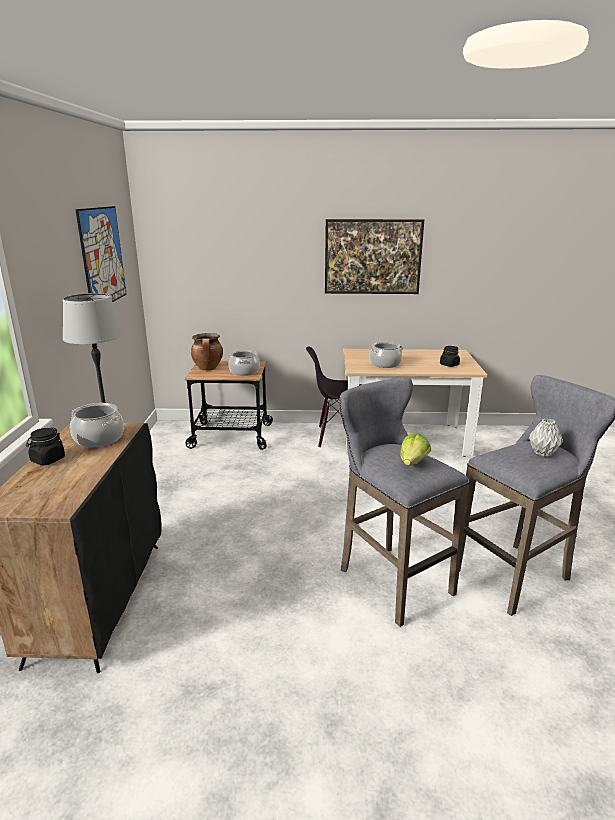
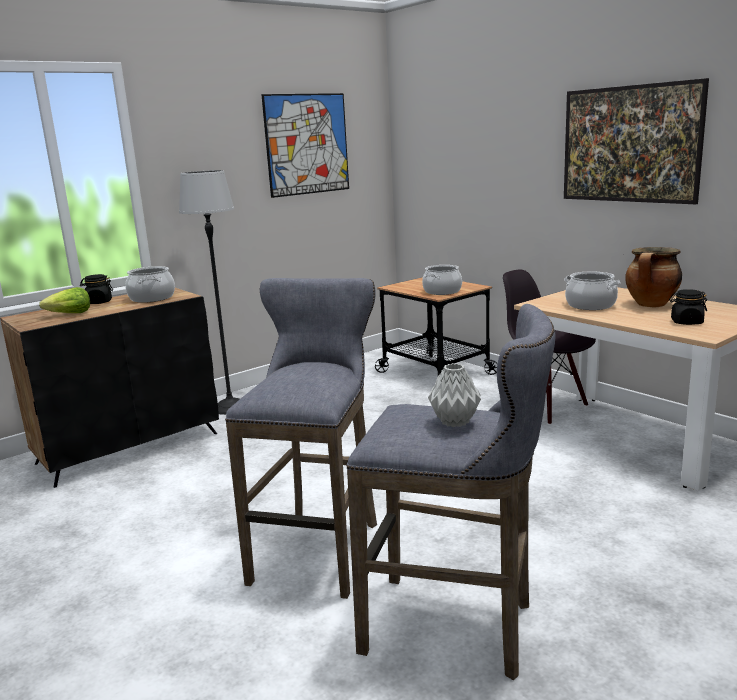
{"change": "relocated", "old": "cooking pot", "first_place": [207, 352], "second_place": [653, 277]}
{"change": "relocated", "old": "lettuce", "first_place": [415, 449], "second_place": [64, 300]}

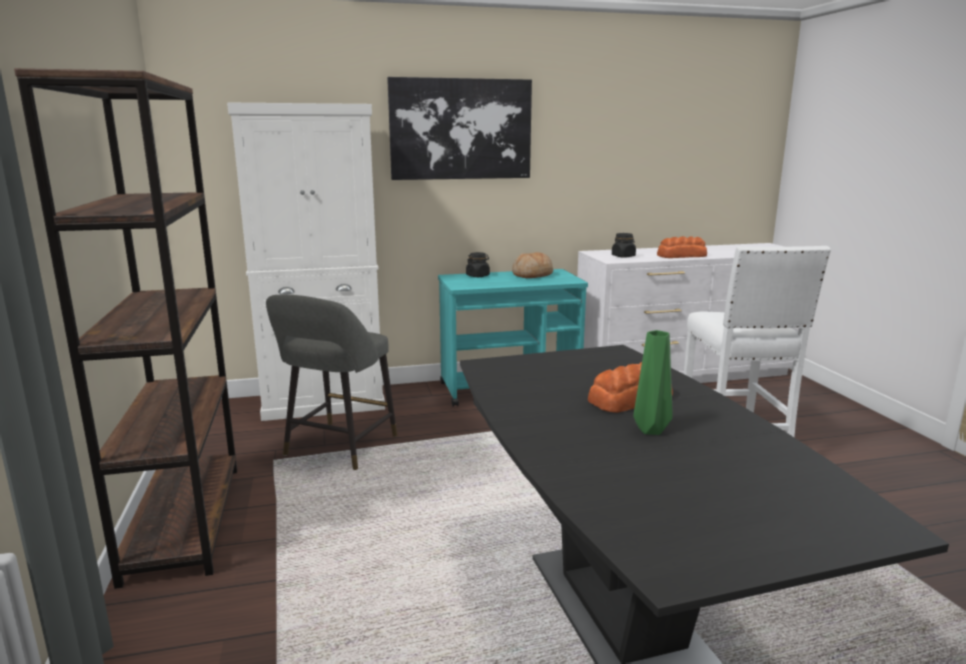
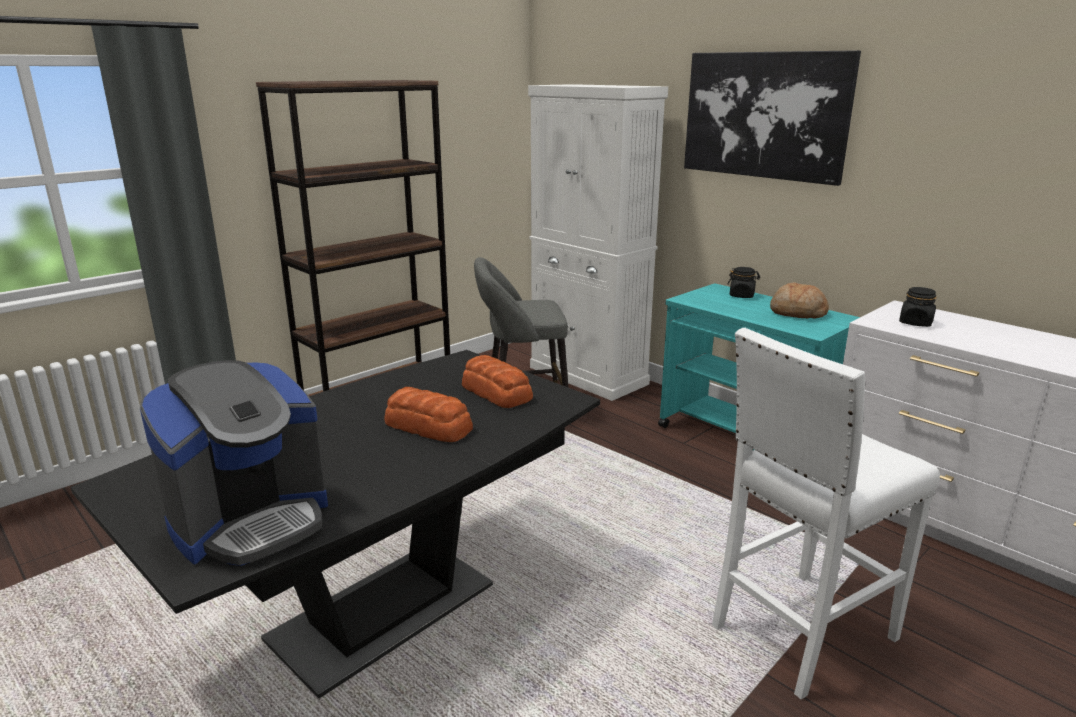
{"change": "relocated", "old": "bread", "first_place": [682, 247], "second_place": [497, 381]}
{"change": "missing", "old": "vase/green", "first_place": [653, 382]}
{"change": "appeared", "new": "coffee machine", "second_place": [234, 463]}

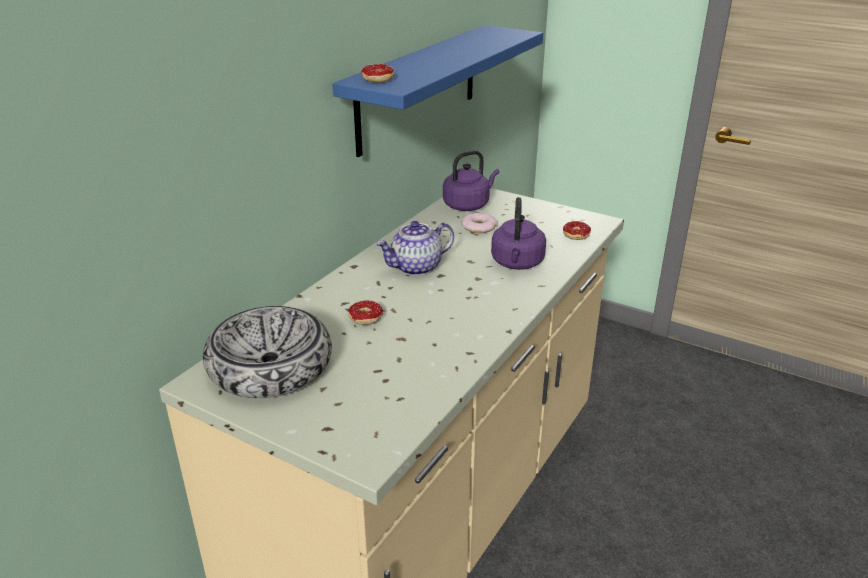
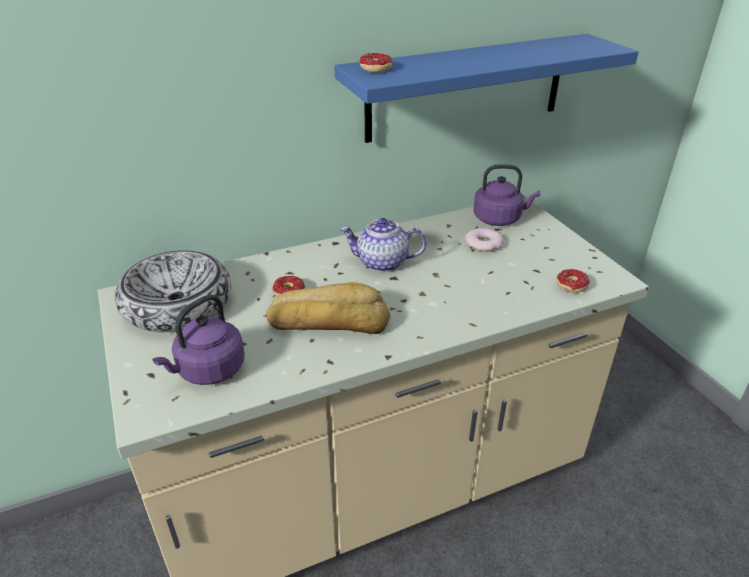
{"change": "relocated", "old": "kettle/purple", "first_place": [518, 233], "second_place": [199, 340]}
{"change": "appeared", "new": "bread", "second_place": [328, 308]}

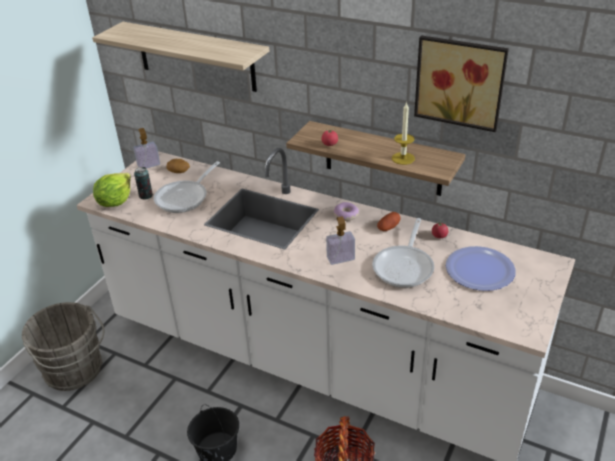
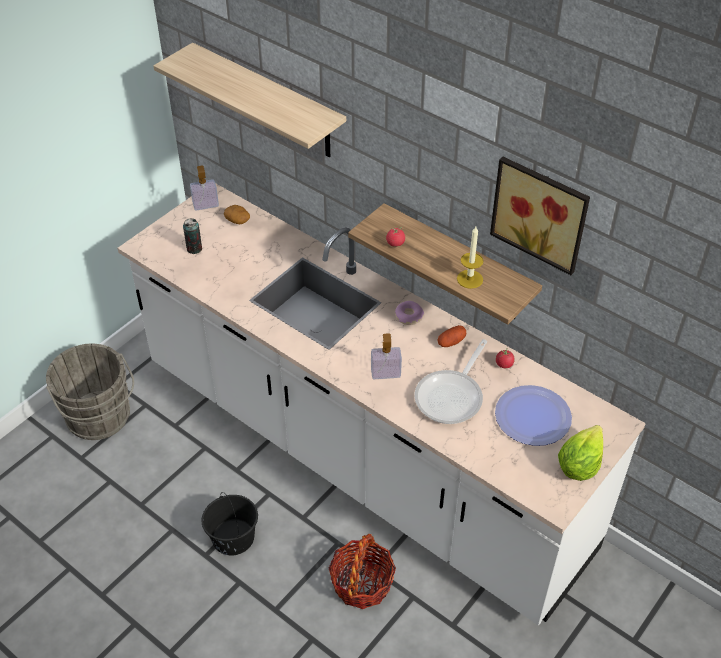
{"change": "missing", "old": "frying pan", "first_place": [187, 187]}
{"change": "relocated", "old": "lettuce", "first_place": [112, 190], "second_place": [580, 453]}

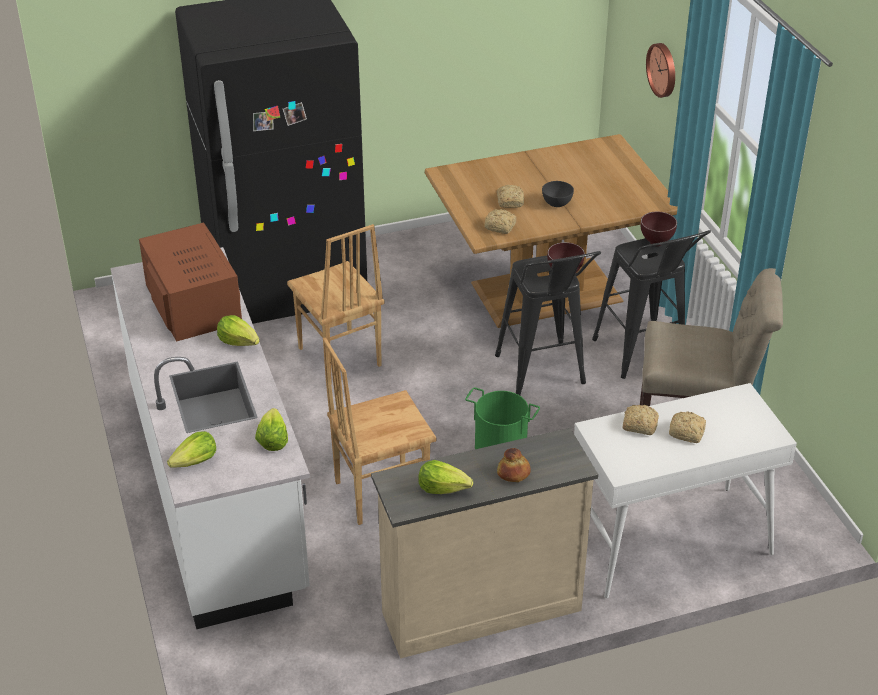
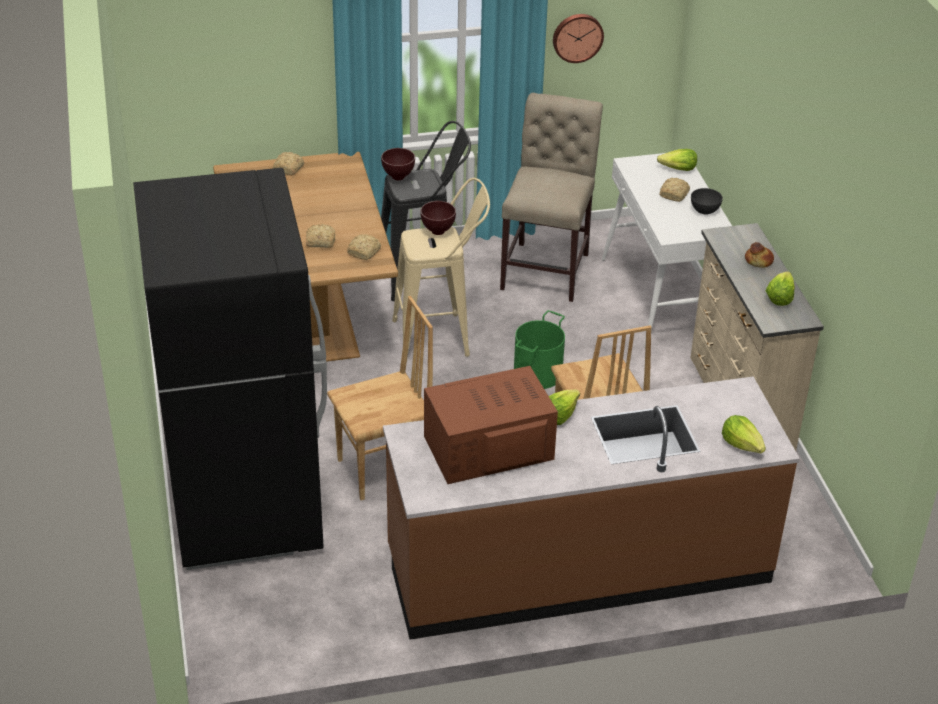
{"change": "relocated", "old": "wall clock", "first_place": [660, 70], "second_place": [578, 38]}
{"change": "relocated", "old": "bowl/grey", "first_place": [558, 194], "second_place": [707, 201]}
{"change": "colour", "old": "counter/white", "new": "counter/brown", "first_place": [210, 438], "second_place": [591, 508]}
{"change": "colour", "old": "stool/black", "new": "stool/beige", "first_place": [548, 323], "second_place": [441, 270]}
{"change": "relocated", "old": "bread", "first_place": [640, 420], "second_place": [288, 164]}
{"change": "relocated", "old": "lettuce", "first_place": [271, 429], "second_place": [677, 160]}

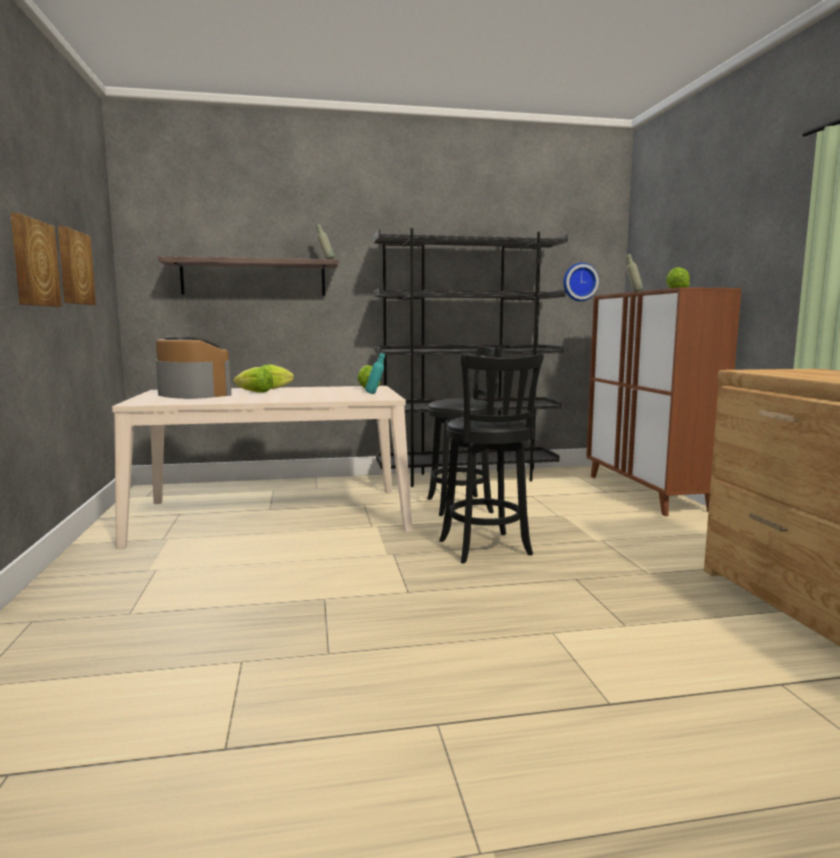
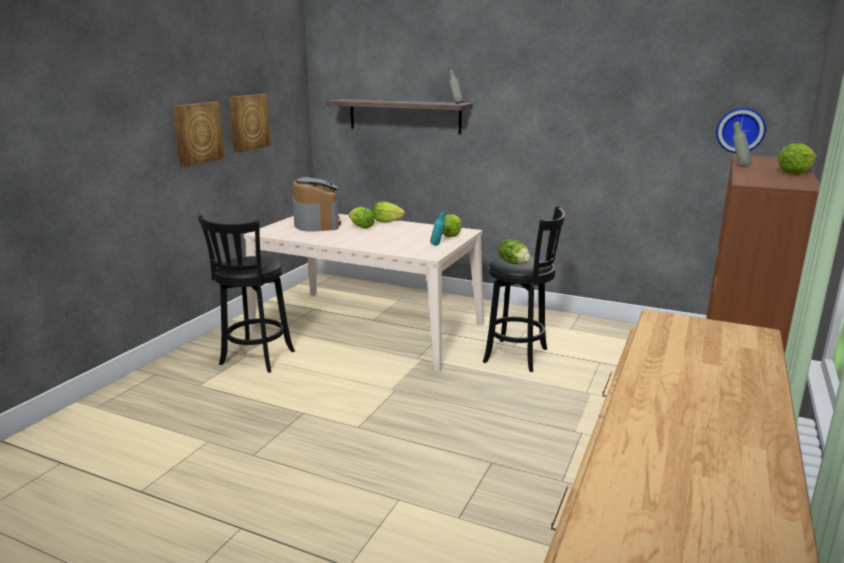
{"change": "missing", "old": "bookcase/black", "first_place": [470, 357]}
{"change": "relocated", "old": "stool/black", "first_place": [491, 458], "second_place": [246, 294]}
{"change": "appeared", "new": "lettuce", "second_place": [514, 251]}

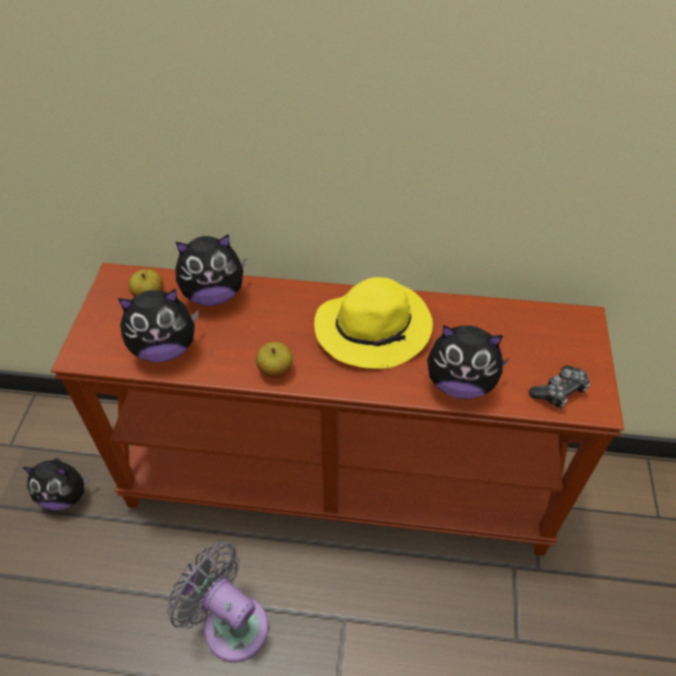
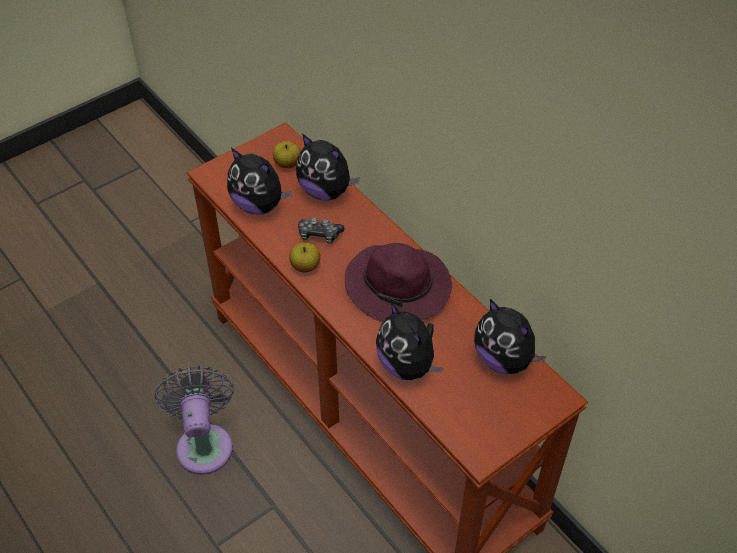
{"change": "colour", "old": "hat/yellow", "new": "hat/purple", "first_place": [373, 323], "second_place": [398, 282]}
{"change": "relocated", "old": "game controller", "first_place": [559, 387], "second_place": [321, 230]}
{"change": "relocated", "old": "plush toy", "first_place": [57, 484], "second_place": [510, 336]}

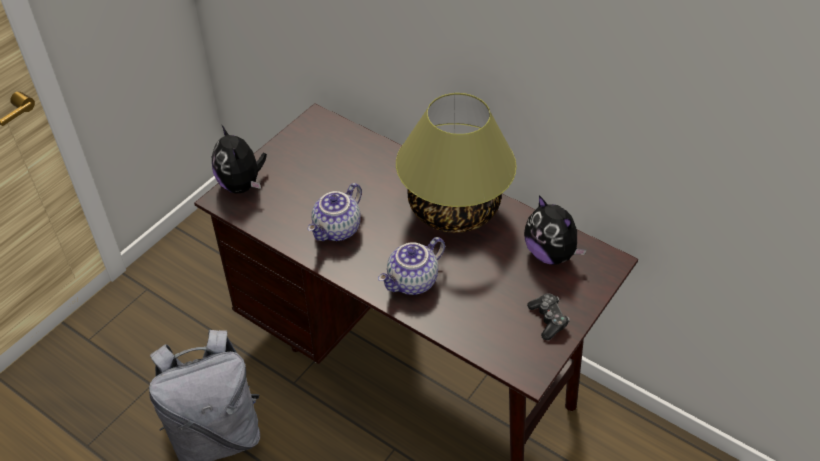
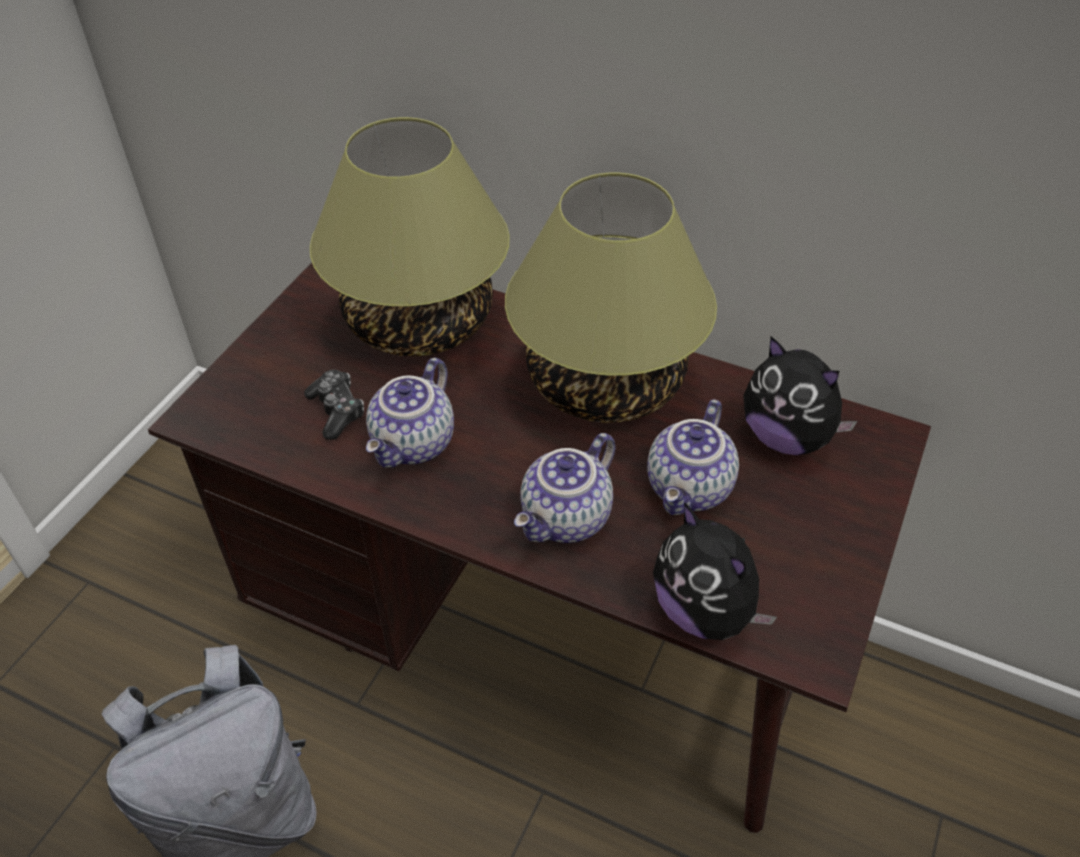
{"change": "relocated", "old": "plush toy", "first_place": [239, 159], "second_place": [715, 571]}
{"change": "relocated", "old": "game controller", "first_place": [548, 316], "second_place": [334, 405]}
{"change": "appeared", "new": "table lamp", "second_place": [410, 236]}
{"change": "appeared", "new": "teapot", "second_place": [693, 457]}

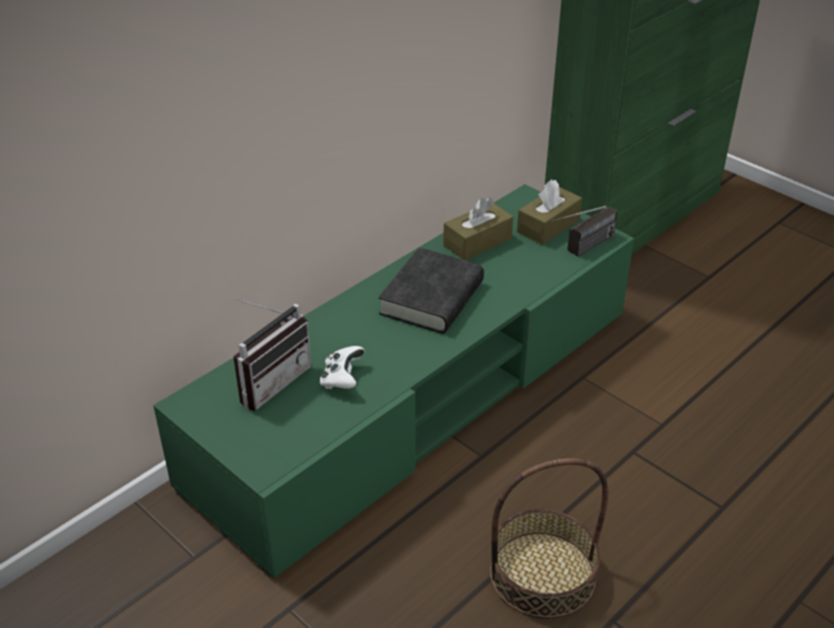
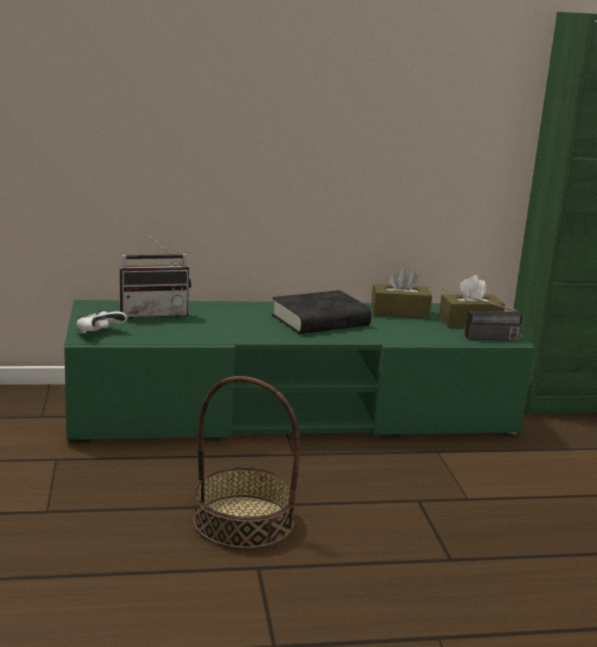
{"change": "relocated", "old": "game controller/white", "first_place": [342, 367], "second_place": [101, 321]}

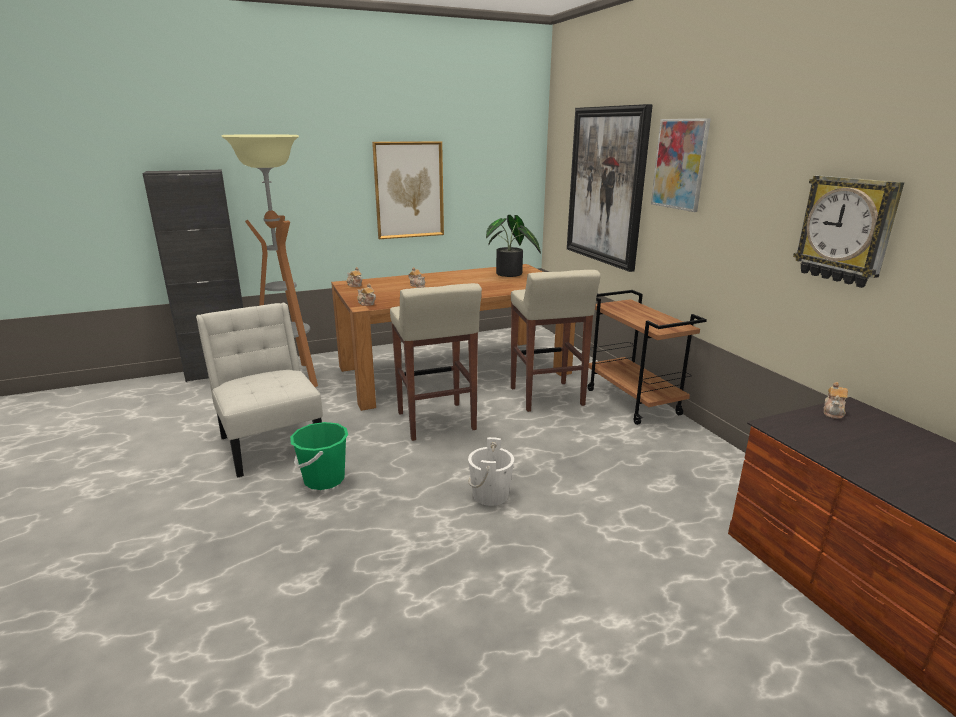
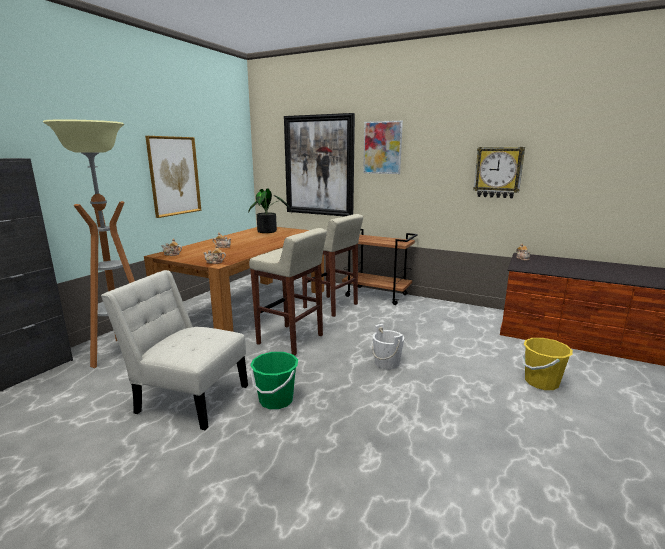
{"change": "appeared", "new": "bucket/yellow", "second_place": [547, 364]}

